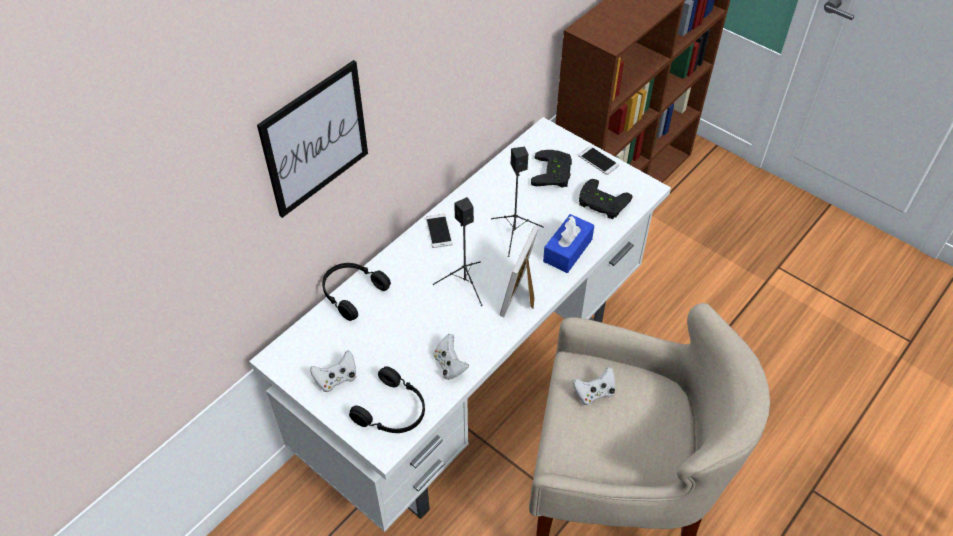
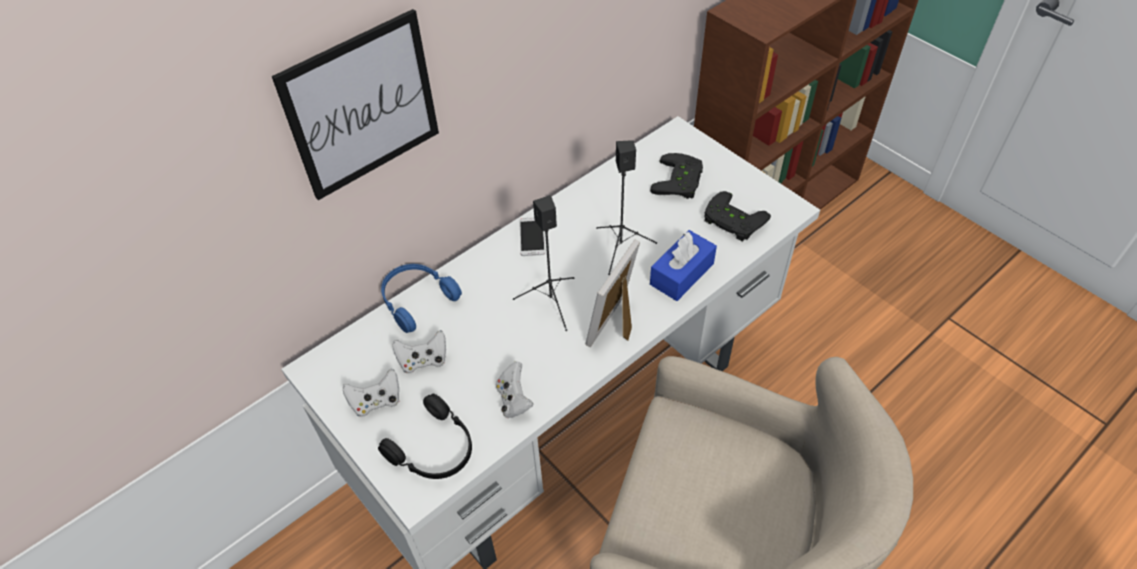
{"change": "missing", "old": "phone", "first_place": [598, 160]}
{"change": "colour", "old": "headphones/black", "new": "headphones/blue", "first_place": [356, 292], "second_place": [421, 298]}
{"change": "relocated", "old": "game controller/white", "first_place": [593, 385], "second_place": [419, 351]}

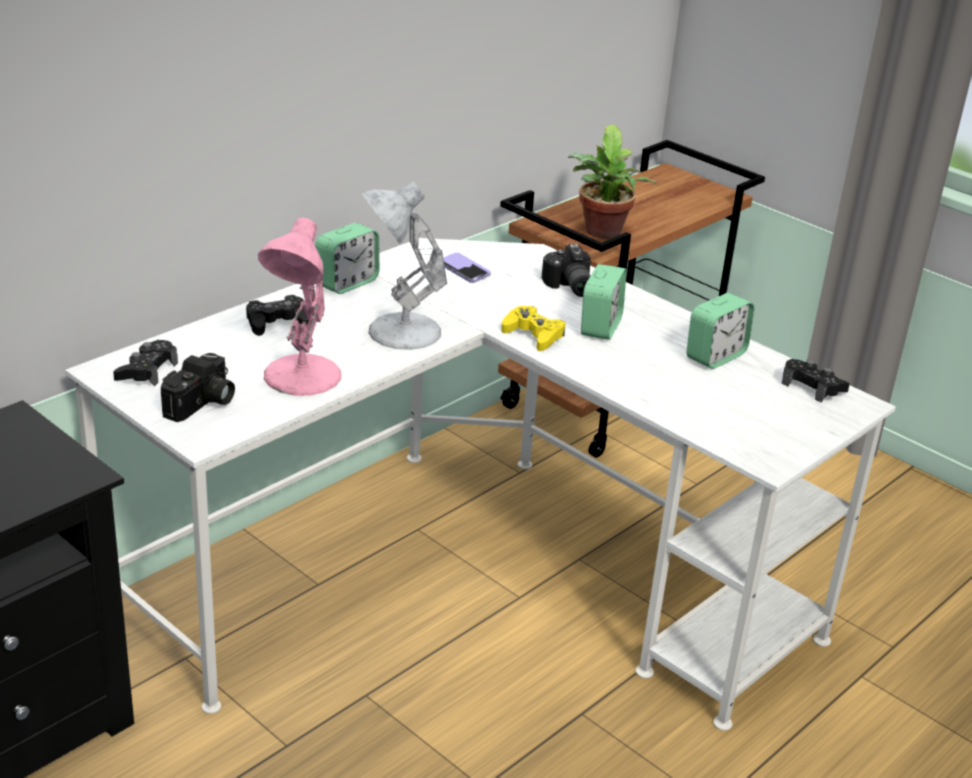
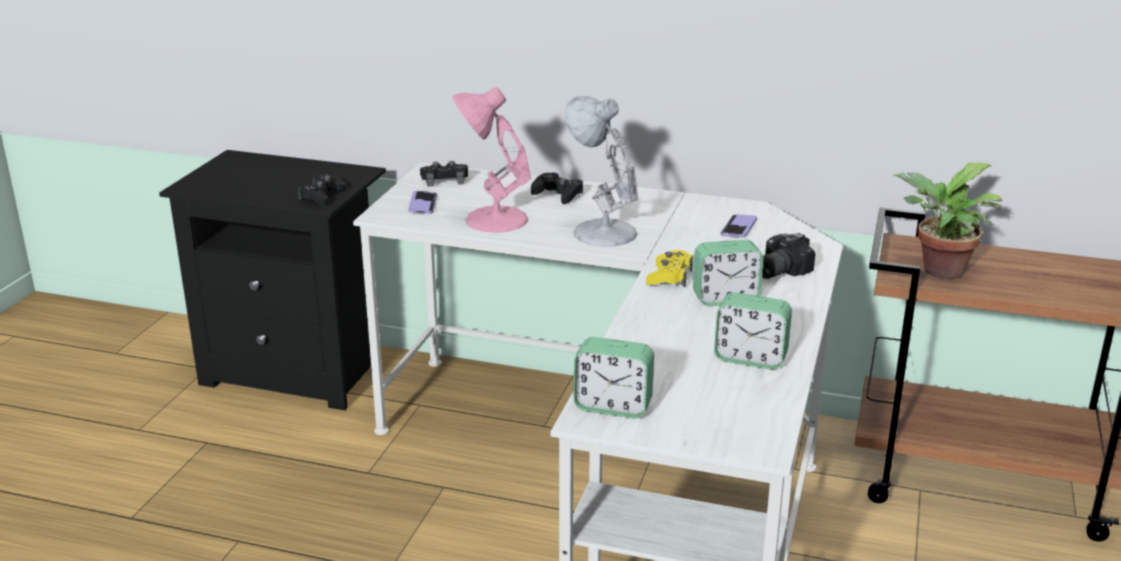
{"change": "relocated", "old": "alarm clock", "first_place": [347, 258], "second_place": [613, 377]}
{"change": "exchanged", "old": "photo camera", "new": "phone", "first_place": [198, 387], "second_place": [422, 202]}
{"change": "relocated", "old": "game controller/black", "first_place": [815, 381], "second_place": [322, 190]}

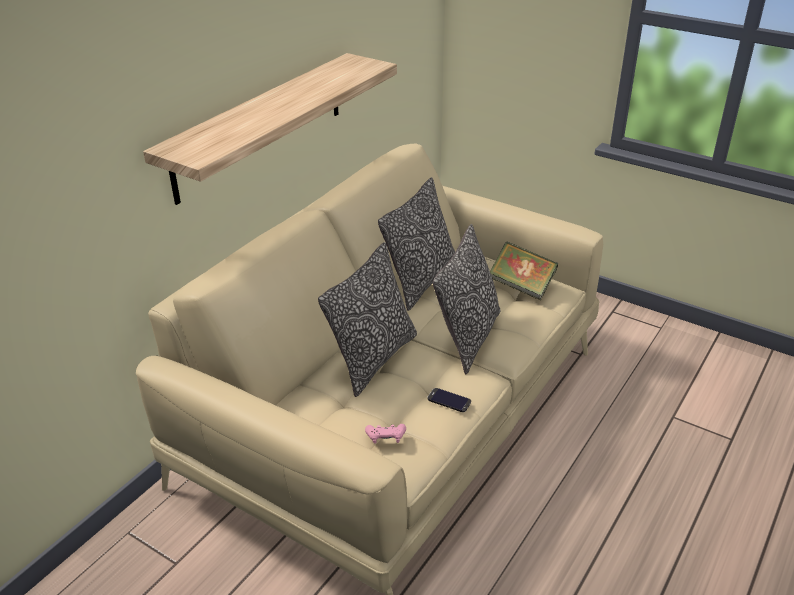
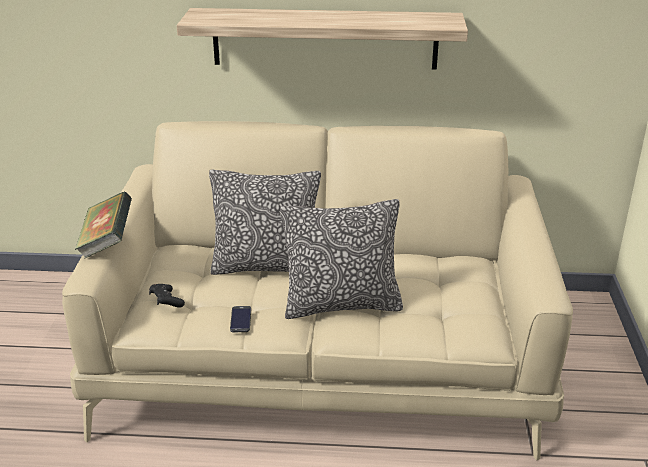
{"change": "missing", "old": "pillow", "first_place": [416, 244]}
{"change": "relocated", "old": "book", "first_place": [524, 271], "second_place": [103, 225]}
{"change": "colour", "old": "game controller/pink", "new": "game controller/black", "first_place": [385, 434], "second_place": [167, 296]}

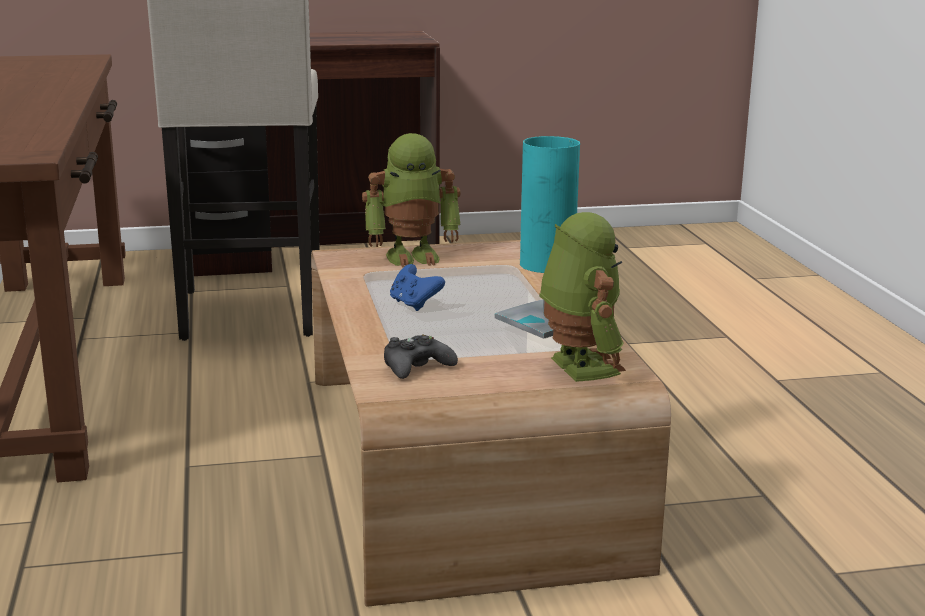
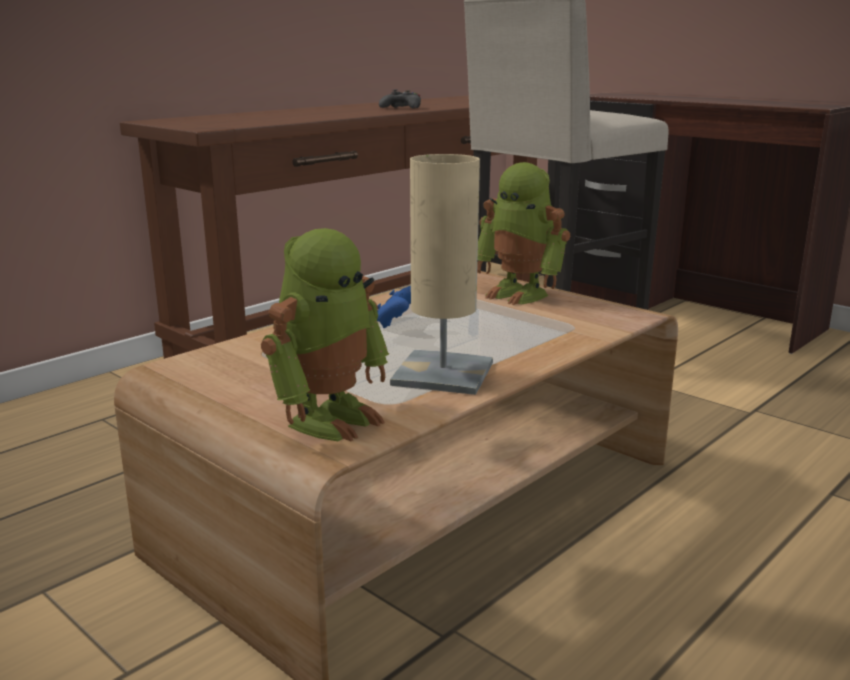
{"change": "colour", "old": "table lamp/turquoise", "new": "table lamp/beige", "first_place": [537, 237], "second_place": [441, 274]}
{"change": "relocated", "old": "game controller/black", "first_place": [421, 356], "second_place": [400, 99]}

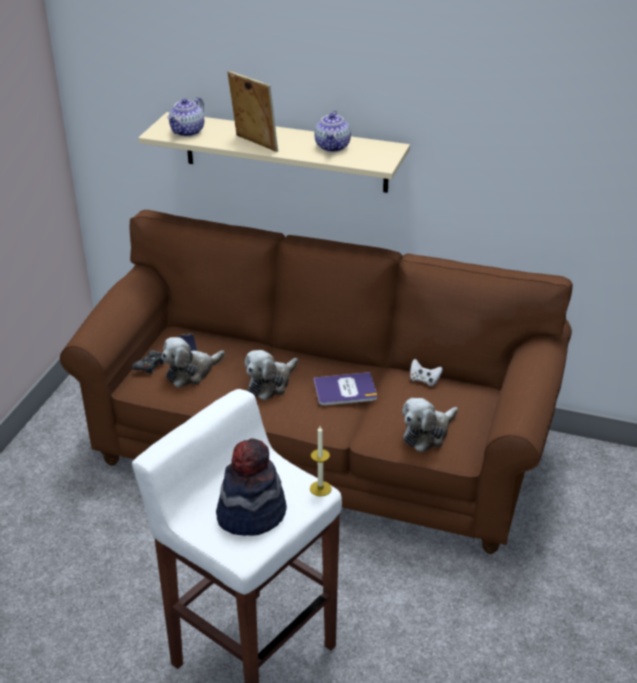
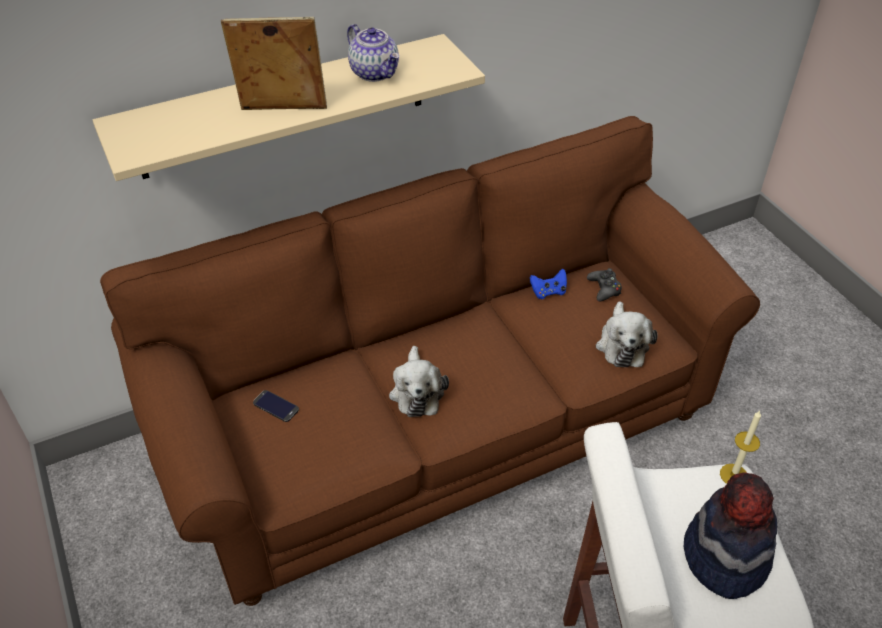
{"change": "missing", "old": "teapot", "first_place": [185, 117]}
{"change": "missing", "old": "plush toy", "first_place": [193, 362]}
{"change": "relocated", "old": "game controller/black", "first_place": [148, 362], "second_place": [604, 284]}
{"change": "colour", "old": "game controller/white", "new": "game controller/blue", "first_place": [426, 372], "second_place": [548, 284]}
{"change": "missing", "old": "book", "first_place": [345, 389]}

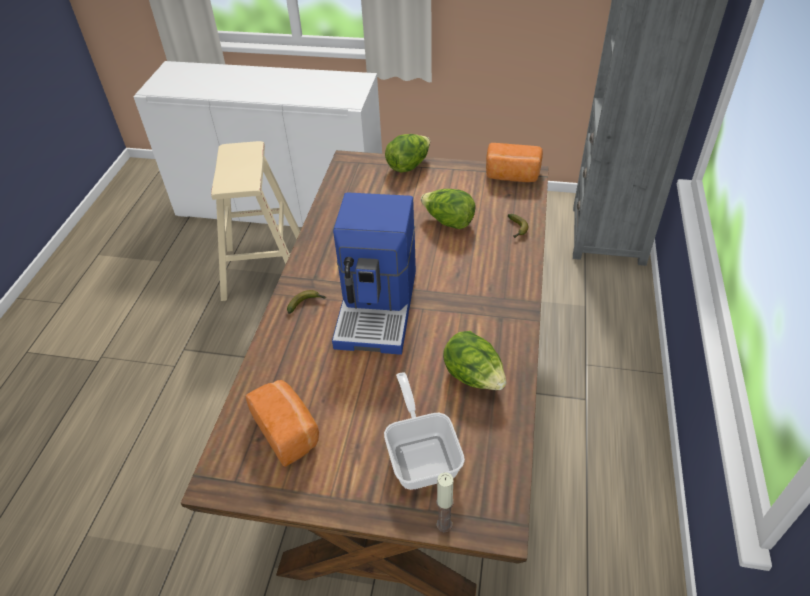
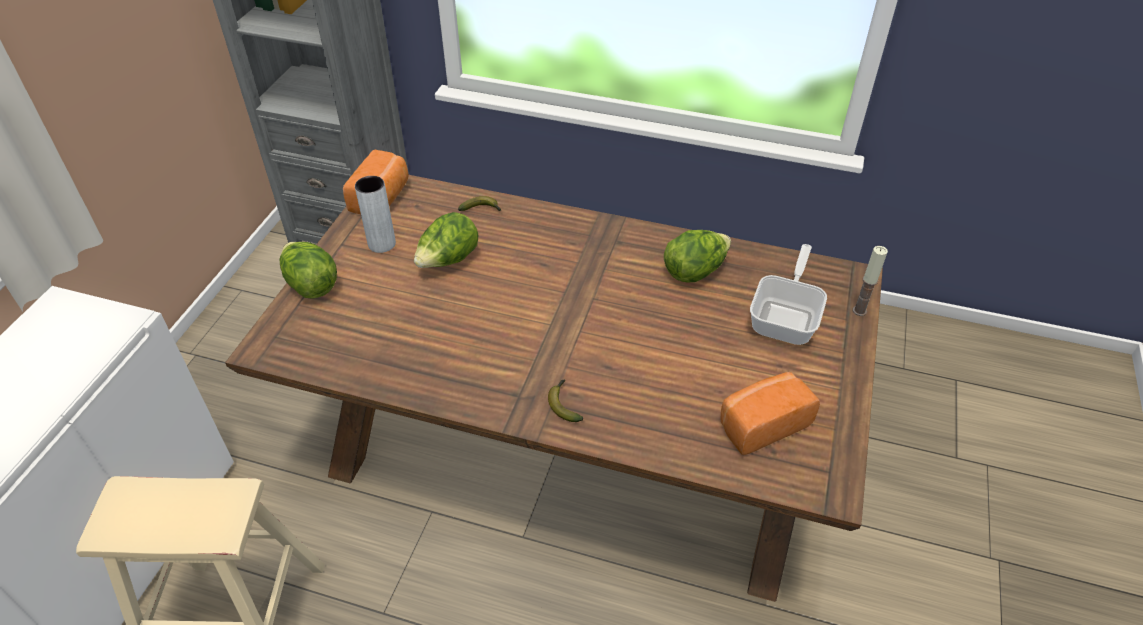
{"change": "missing", "old": "coffee machine", "first_place": [374, 273]}
{"change": "spun", "old": "frying pan", "first_place": [424, 431], "second_place": [788, 294], "degrees": 120}
{"change": "appeared", "new": "vase/grey", "second_place": [375, 214]}

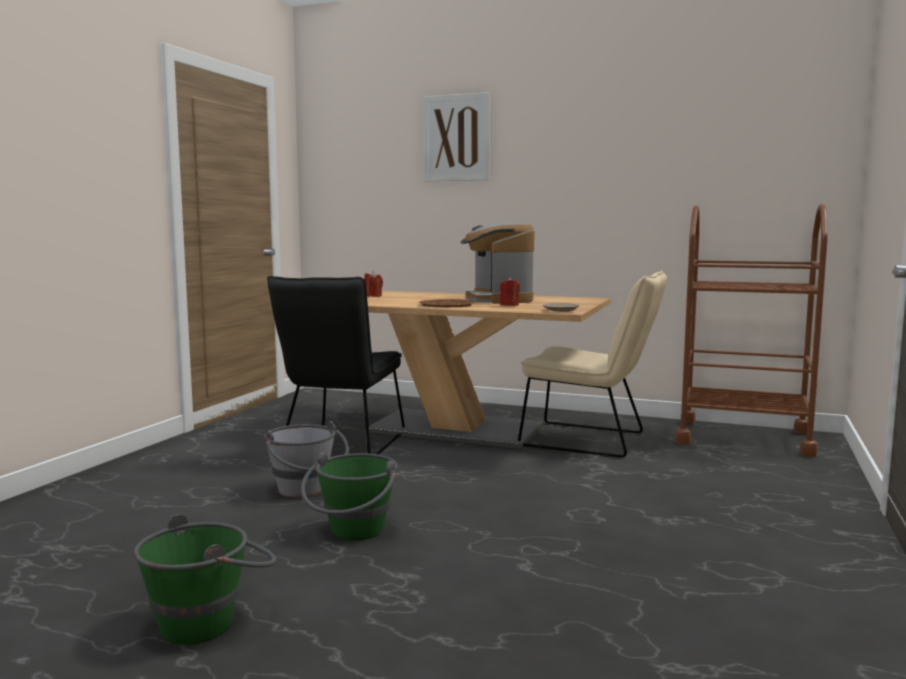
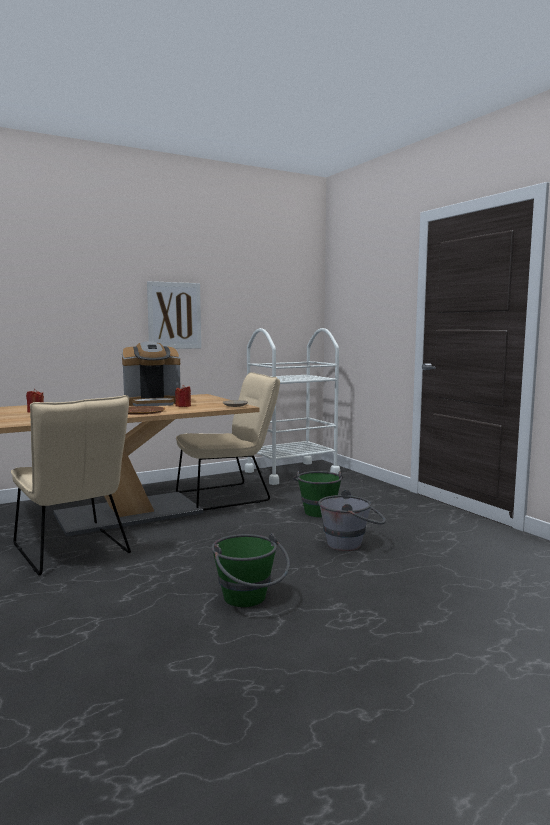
{"change": "relocated", "old": "picture", "first_place": [457, 137], "second_place": [174, 315]}
{"change": "colour", "old": "cart/brown", "new": "cart/white", "first_place": [751, 330], "second_place": [292, 406]}
{"change": "spun", "old": "coffee machine", "first_place": [497, 263], "second_place": [151, 373], "degrees": -45}
{"change": "colour", "old": "chair/black", "new": "chair/beige", "first_place": [336, 365], "second_place": [71, 485]}
{"change": "relocated", "old": "bucket/grey", "first_place": [306, 459], "second_place": [352, 520]}
{"change": "relocated", "old": "bucket/green", "first_place": [205, 579], "second_place": [318, 494]}

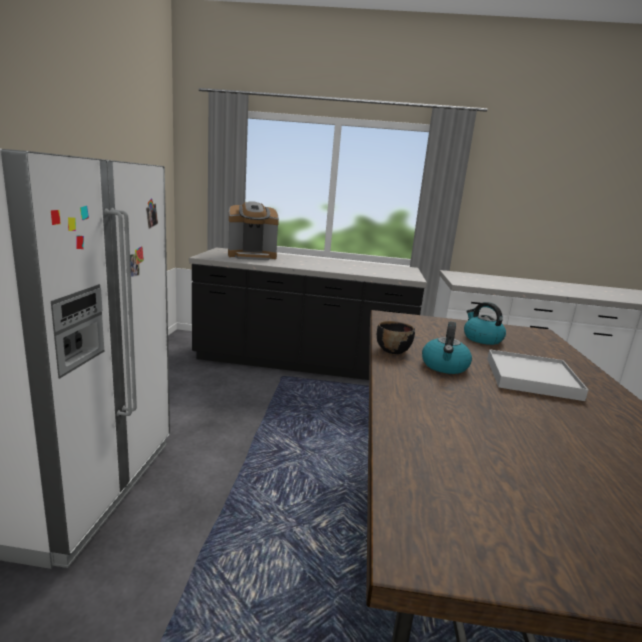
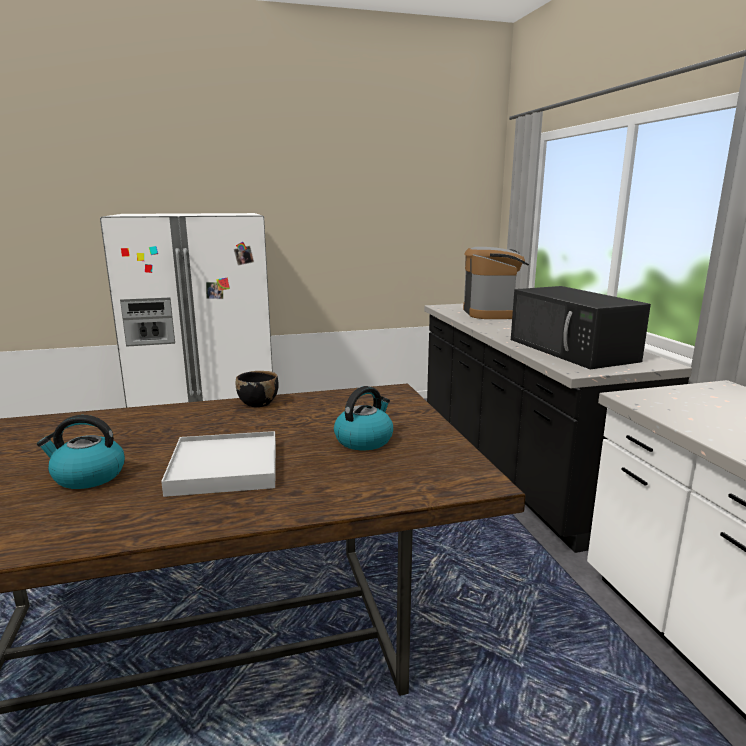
{"change": "spun", "old": "coffee machine", "first_place": [253, 230], "second_place": [496, 283], "degrees": -150}
{"change": "relocated", "old": "kettle", "first_place": [447, 347], "second_place": [81, 452]}
{"change": "appeared", "new": "microwave/black", "second_place": [581, 327]}

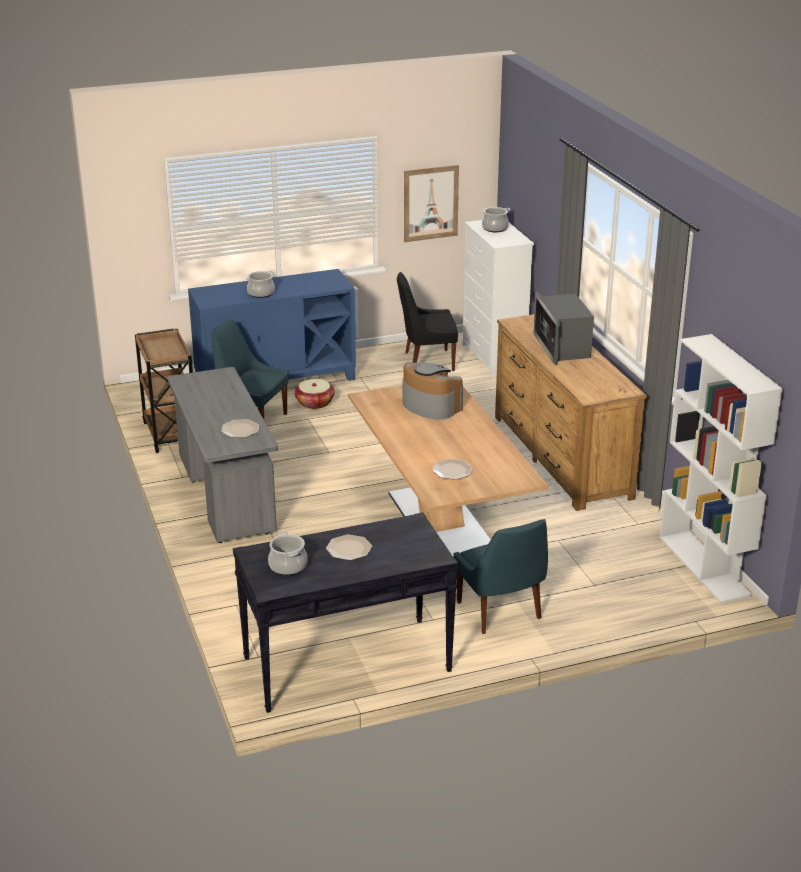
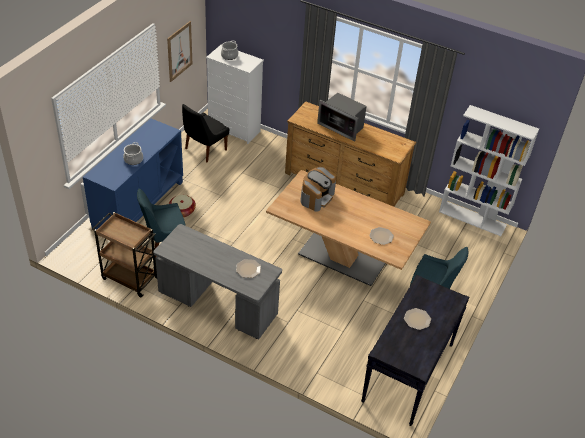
{"change": "spun", "old": "coffee machine", "first_place": [433, 391], "second_place": [318, 189], "degrees": 120}
{"change": "missing", "old": "cooking pot", "first_place": [288, 553]}

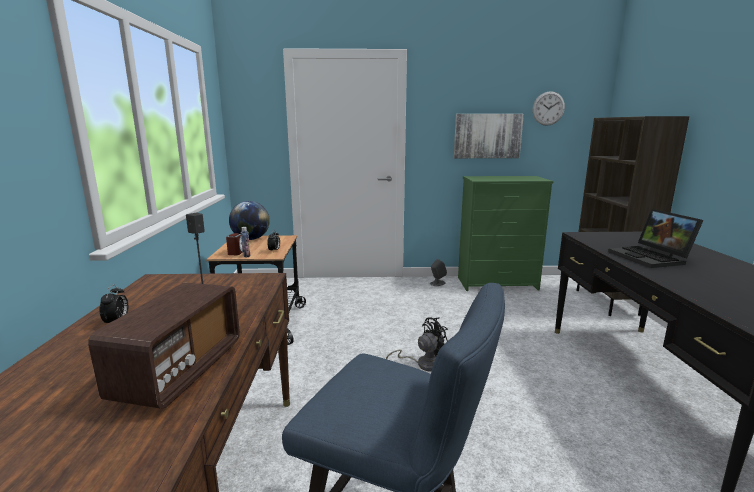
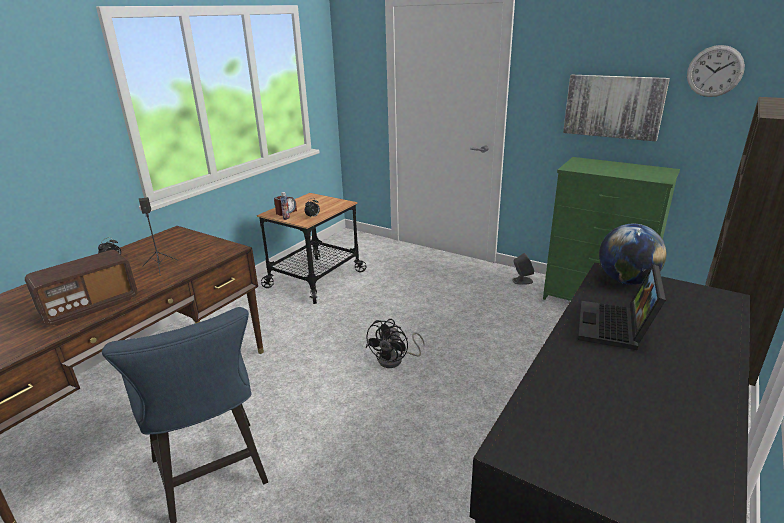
{"change": "relocated", "old": "globe", "first_place": [249, 220], "second_place": [633, 254]}
{"change": "spun", "old": "fan/black", "first_place": [417, 344], "second_place": [395, 343], "degrees": 105}

